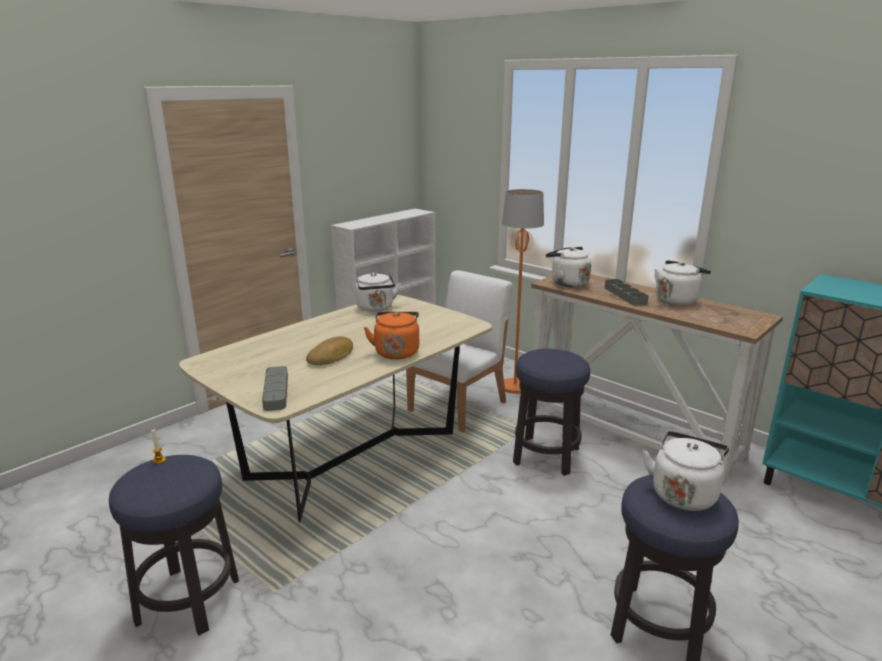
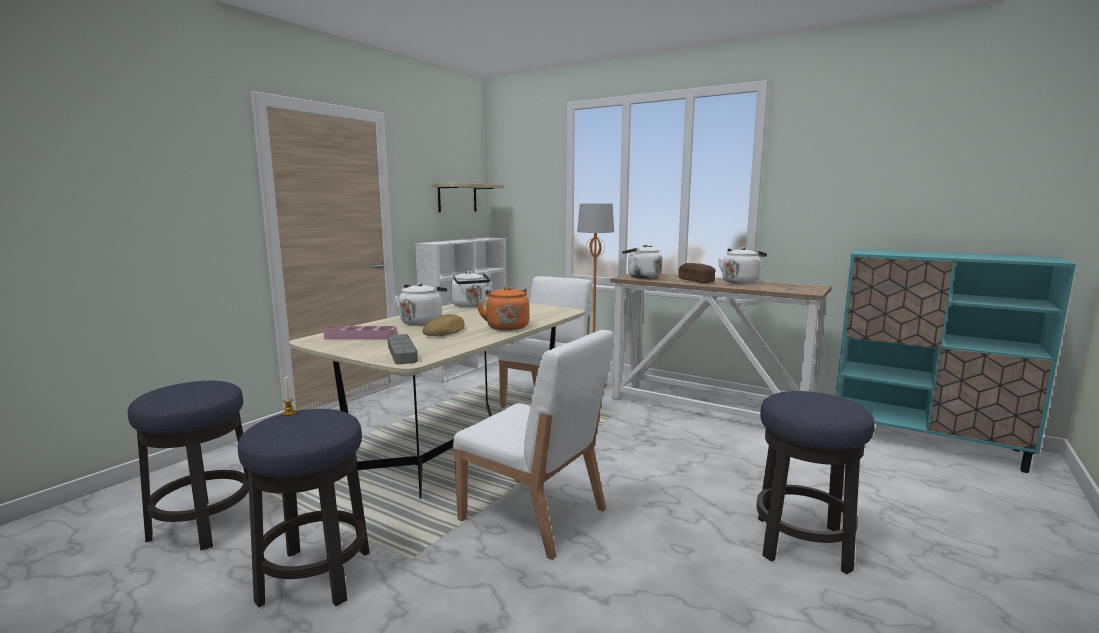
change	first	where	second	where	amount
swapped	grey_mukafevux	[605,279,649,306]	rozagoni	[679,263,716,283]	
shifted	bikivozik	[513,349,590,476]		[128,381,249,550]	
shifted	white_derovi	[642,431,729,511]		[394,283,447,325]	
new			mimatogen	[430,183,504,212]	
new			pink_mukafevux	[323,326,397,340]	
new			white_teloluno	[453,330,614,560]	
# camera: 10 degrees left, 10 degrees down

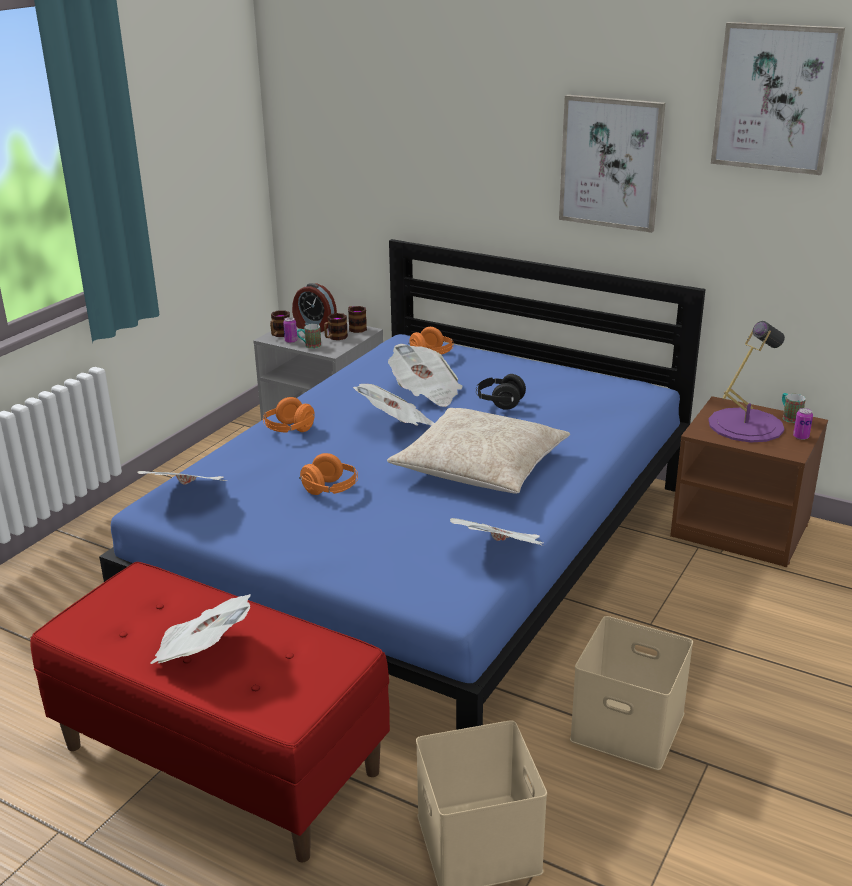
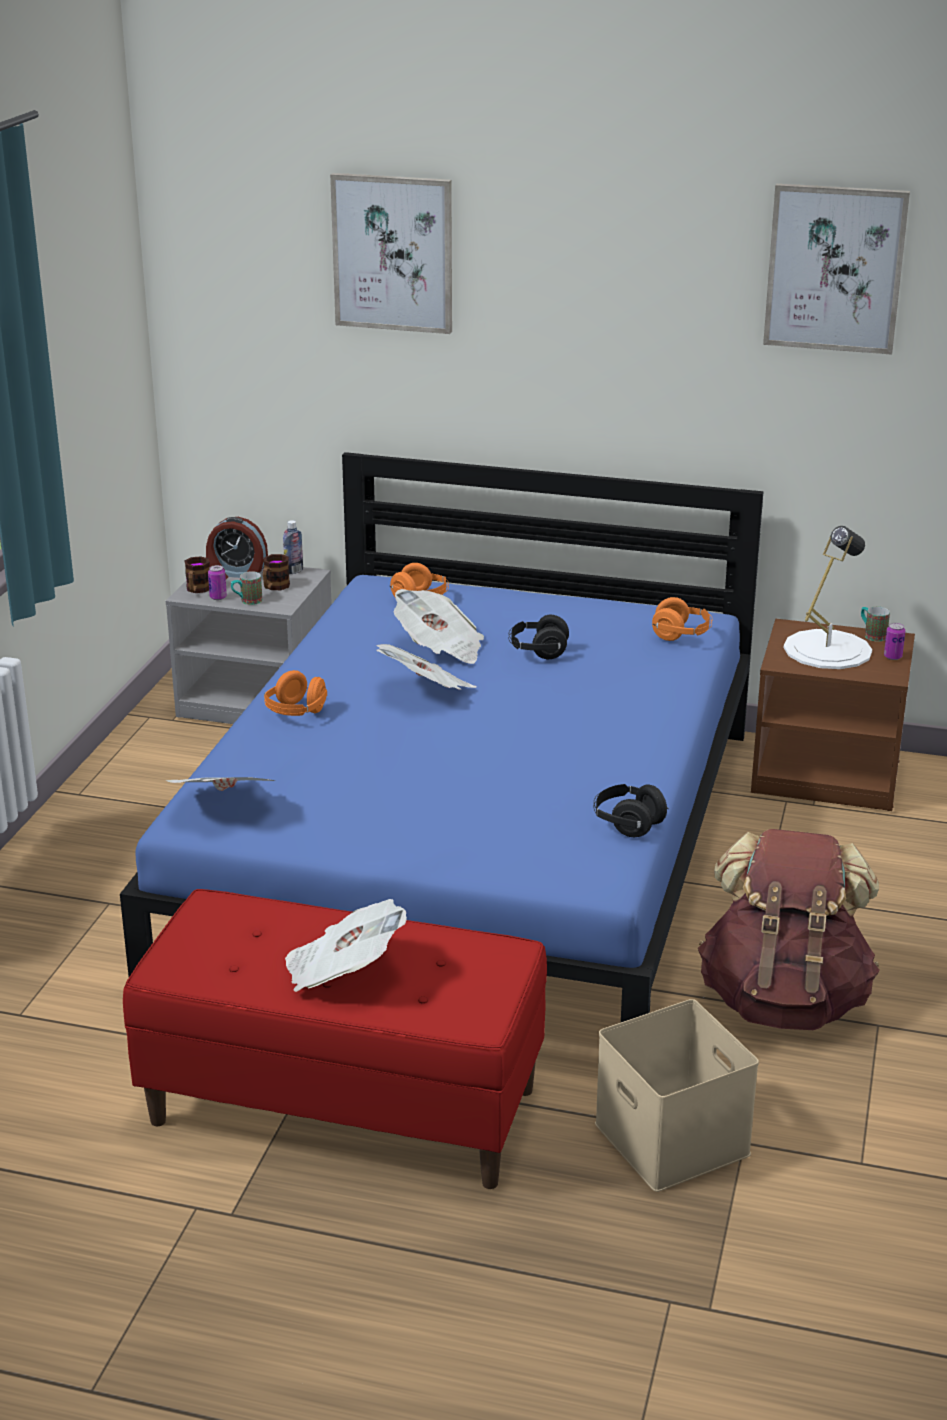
change	first	where	second	where	amount
shifted	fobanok	[559,95,665,233]		[330,173,452,334]	
swapped	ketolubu	[348,306,367,333]	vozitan	[283,520,303,574]	
repainted	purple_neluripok	[709,321,785,443]	white_neluripok	[784,526,872,669]	
gone	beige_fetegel	[387,408,570,494]			
shifted	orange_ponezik	[299,453,358,495]		[652,597,712,641]	
swapped	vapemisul	[450,518,544,546]	black_ponezik	[593,784,669,837]	
swapped	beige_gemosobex	[570,616,693,770]	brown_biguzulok	[698,829,880,1030]	
# camera: 15 degrees left, 0 degrees up

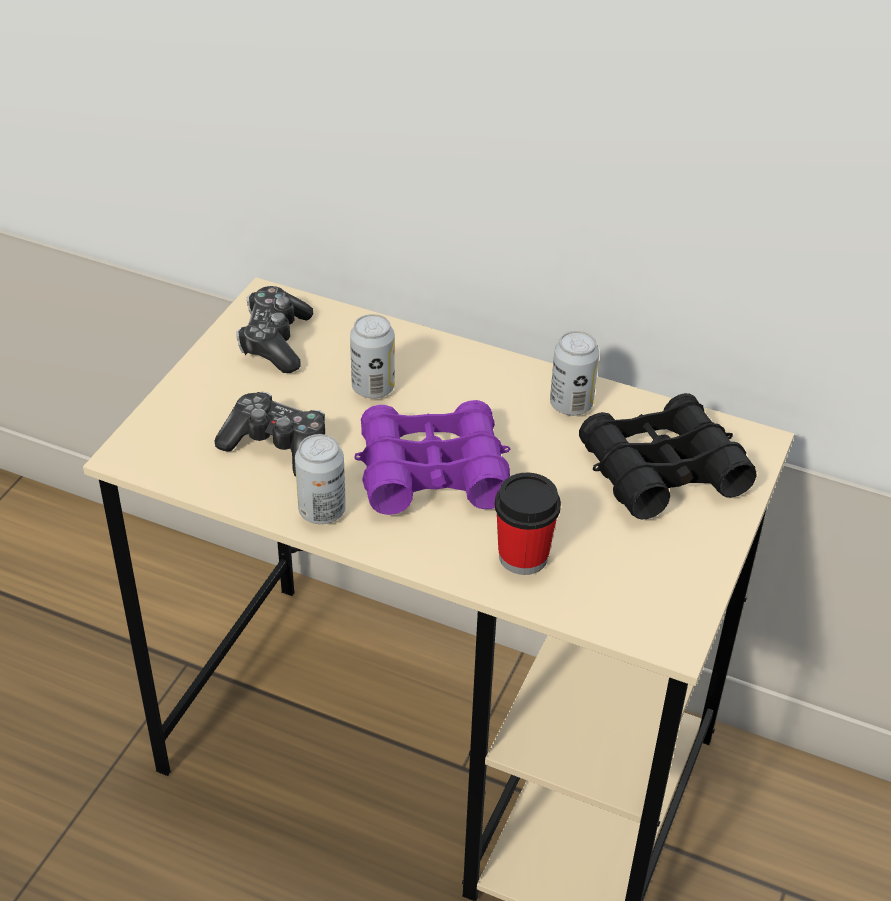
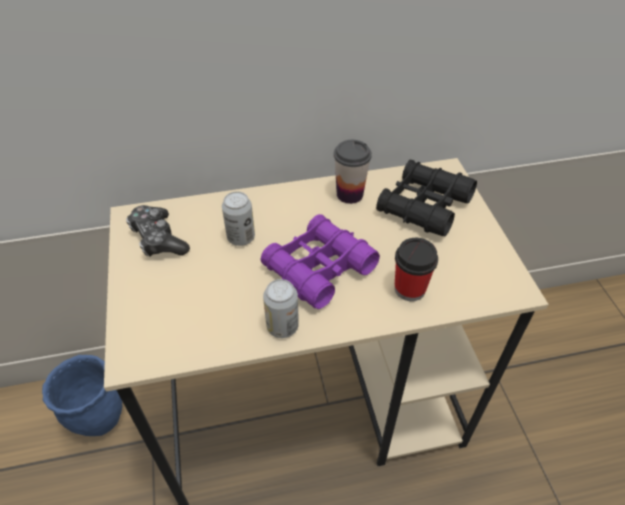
change	first	where	second	where	amount
swapped	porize	[550,331,599,416]	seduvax	[334,140,372,204]	
gone	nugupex	[214,391,325,476]			
new			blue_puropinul	[42,355,122,436]	
# camera: 35 degrees left, 5 degrees up

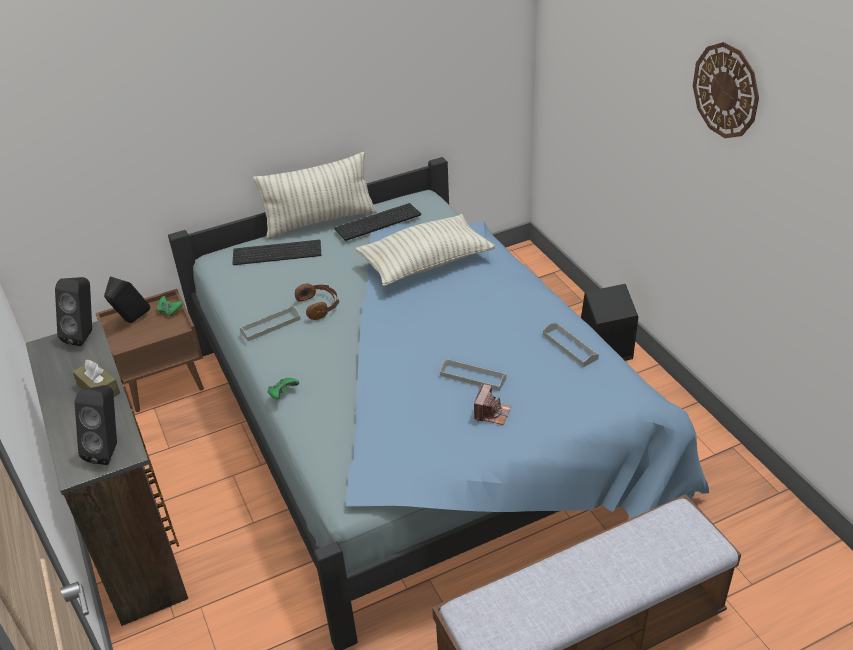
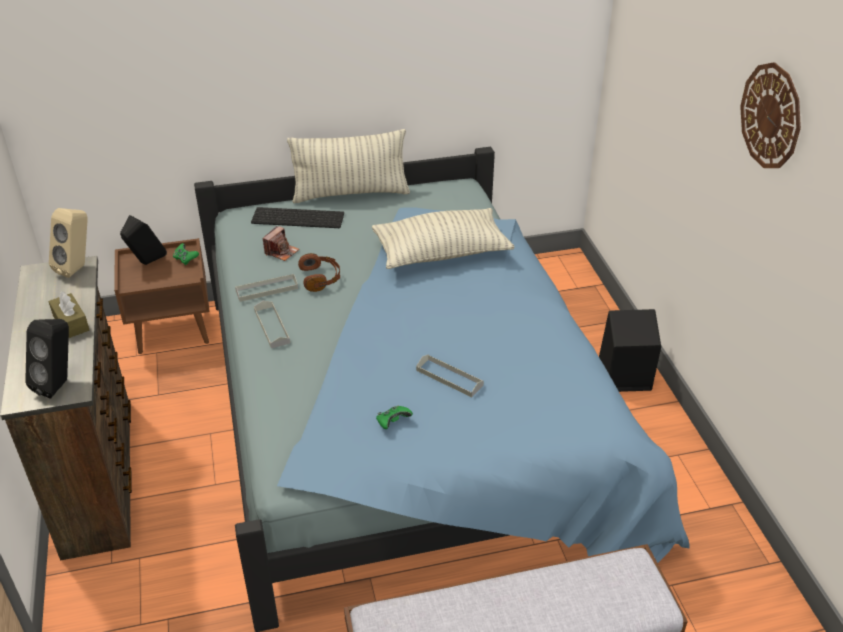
change	first	where	second	where	amount
gone	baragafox	[334,203,421,241]			
repainted	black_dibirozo	[55,277,92,346]	beige_dibirozo	[49,208,88,278]	
shifted	grey_mukafevux	[543,323,599,367]		[254,301,290,348]	
shifted	green_nugupex	[267,378,299,400]		[376,406,413,429]	
shifted	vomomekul	[474,384,511,425]		[262,226,300,261]	
# camera: 10 degrees right, 0 degrees up

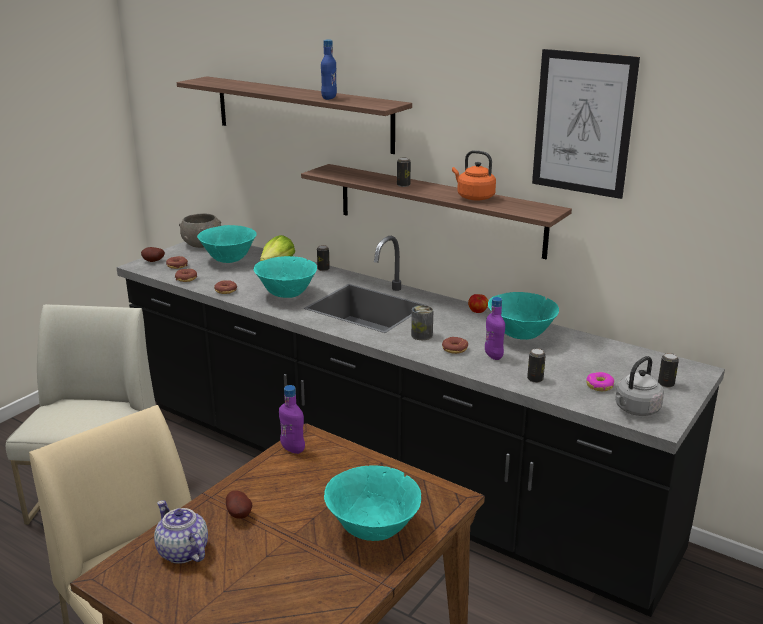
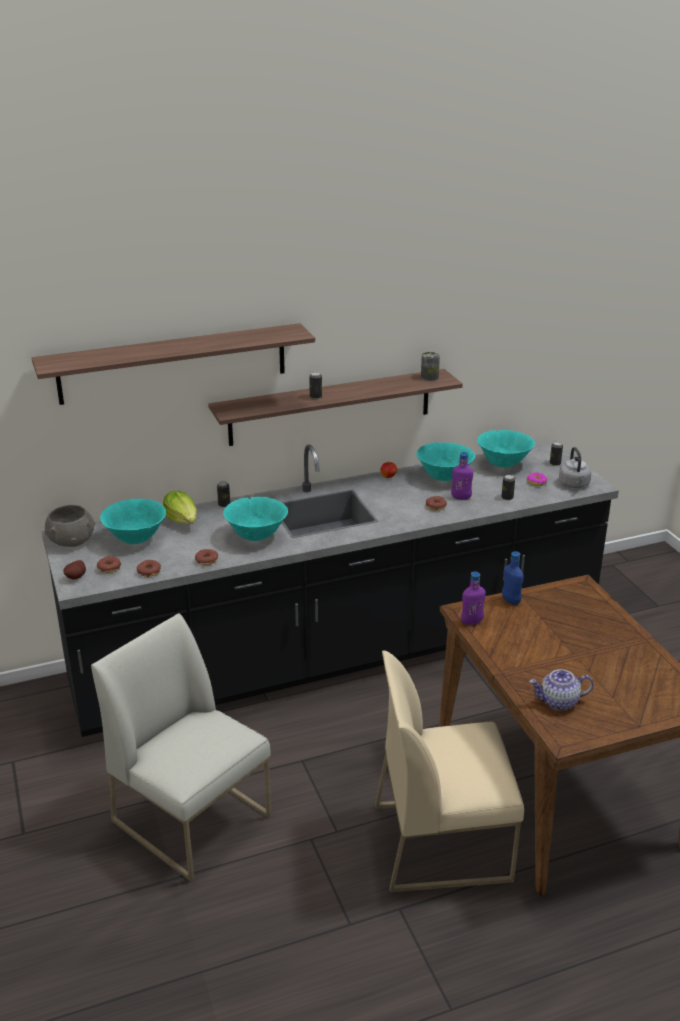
change	first	where	second	where	amount
shifted	blue_vozitan	[321,40,337,100]		[502,551,524,605]	
gone	fobanok	[532,49,640,199]			
gone	orange_derovi	[452,150,496,201]			
shifted	porize	[411,305,434,340]		[421,352,440,381]	
shifted	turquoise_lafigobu	[324,465,421,541]		[477,430,535,468]	
gone	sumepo	[226,490,252,519]			
# camera: 55 degrees left, 5 degrees up

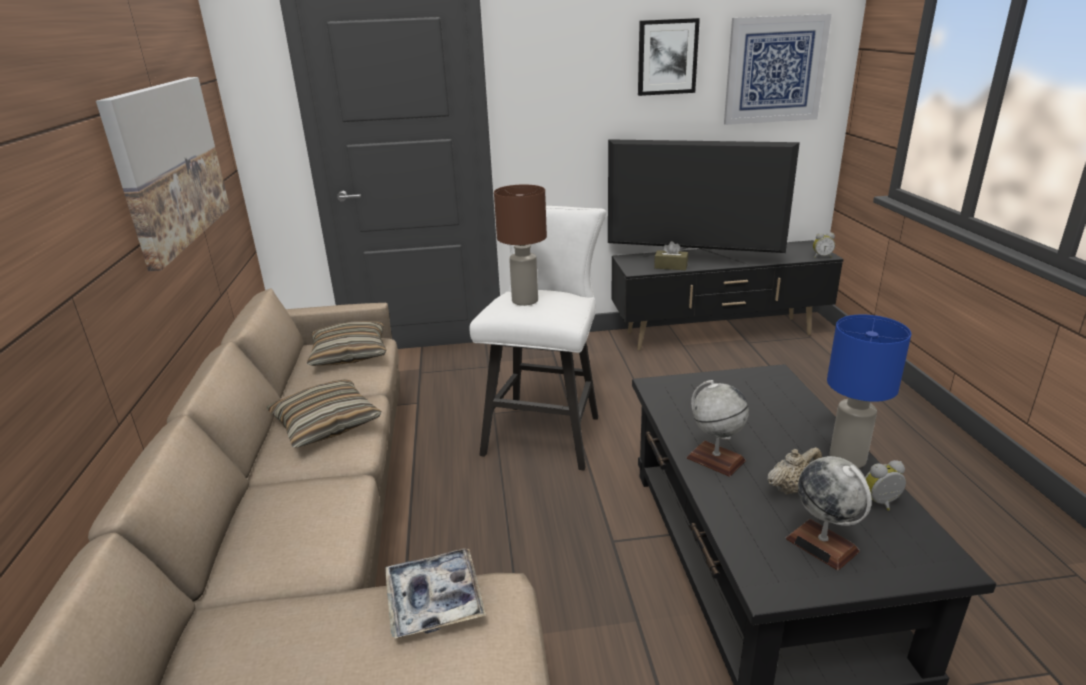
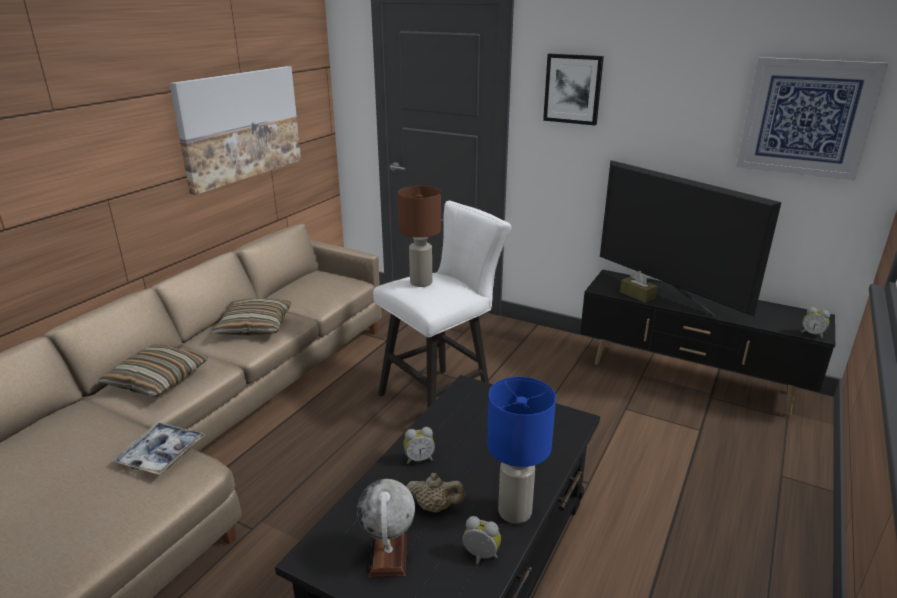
change	first	where	second	where	amount
shifted	fobanok	[638,18,700,96]		[543,54,604,126]	
shifted	fetegel	[307,321,387,366]		[99,344,208,397]	
swapped	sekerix	[686,380,749,477]	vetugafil	[403,427,435,464]	
# camera: 35 degrees right, 0 degrees up

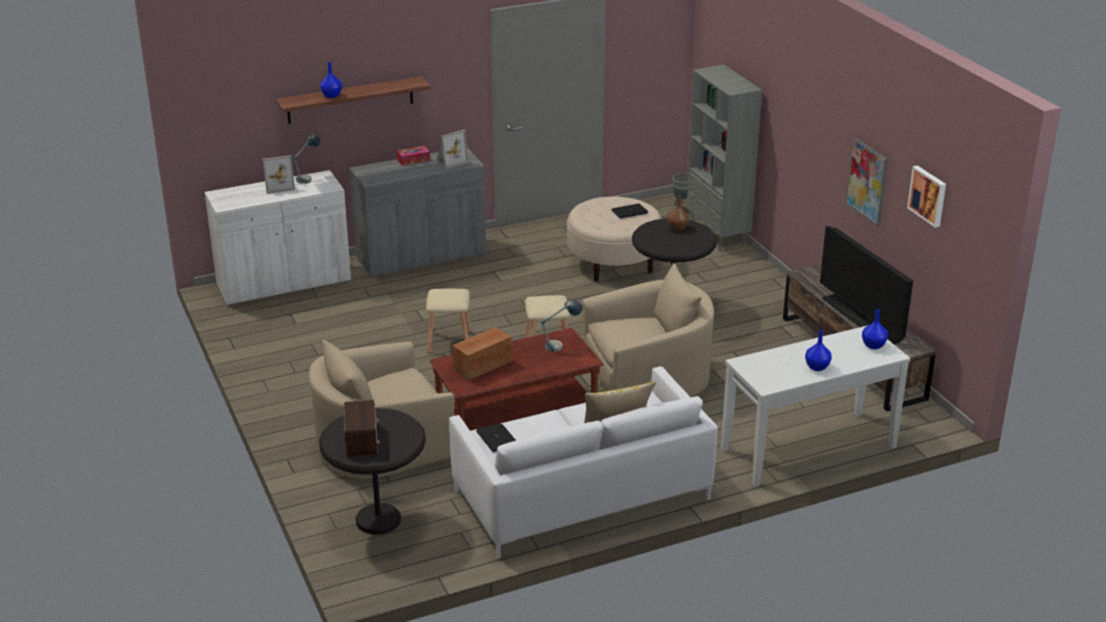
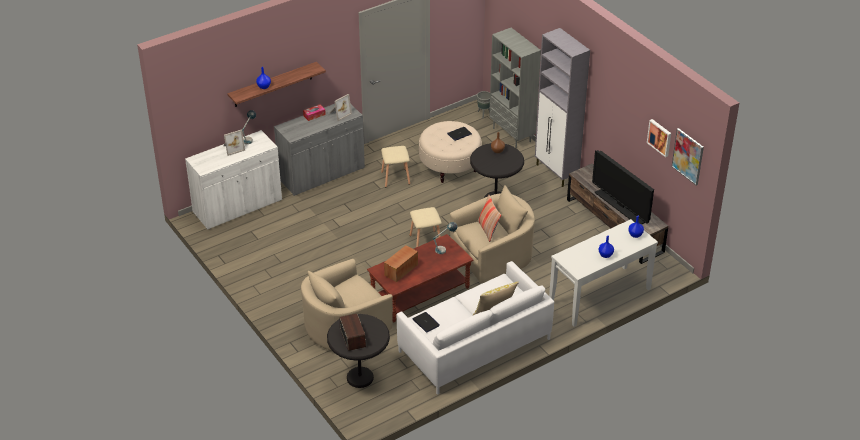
change	first	where	second	where	amount
shifted	fobanok	[846,138,888,226]		[672,128,704,186]	
shifted	beige_bikivozik	[426,289,471,353]		[381,146,410,187]	
new			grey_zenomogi	[535,28,590,187]	
new			fetegel	[478,195,501,242]	
# camera: 10 degrees left, 10 degrees up

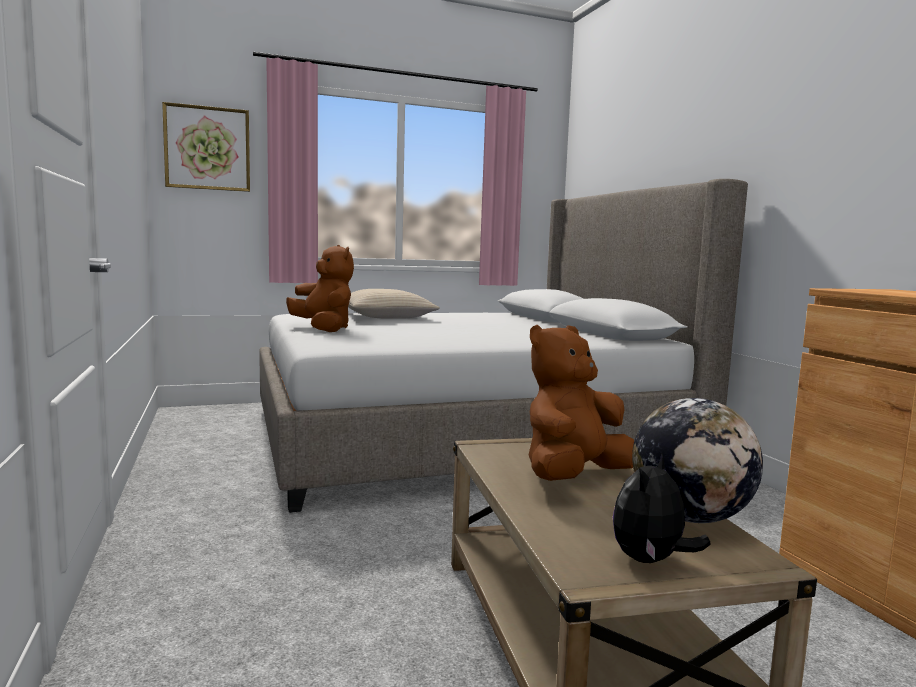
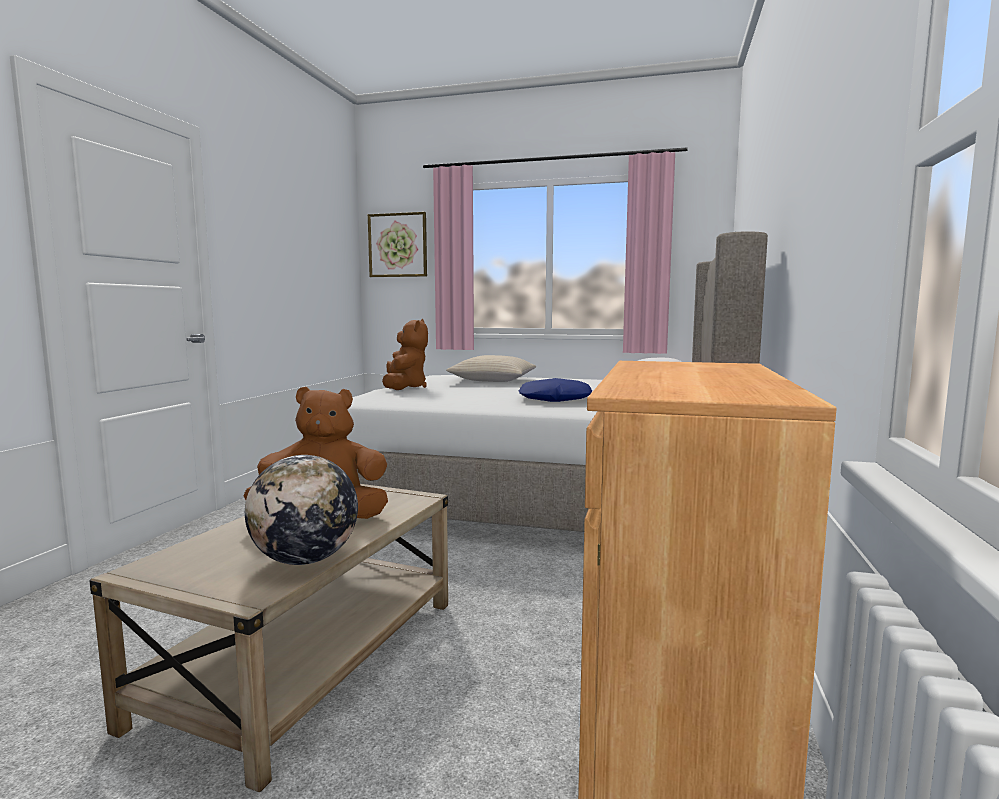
change	first	where	second	where	amount
gone	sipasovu	[613,453,711,563]			
new			blue_fetegel	[519,378,592,402]	
# camera: 35 degrees right, 0 degrees up

